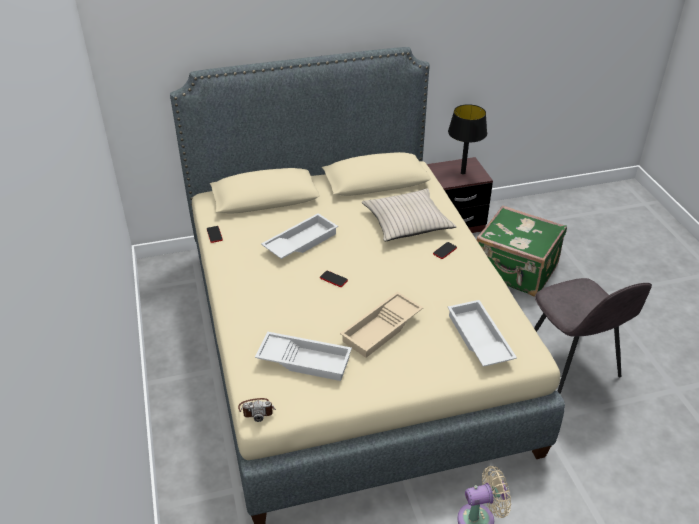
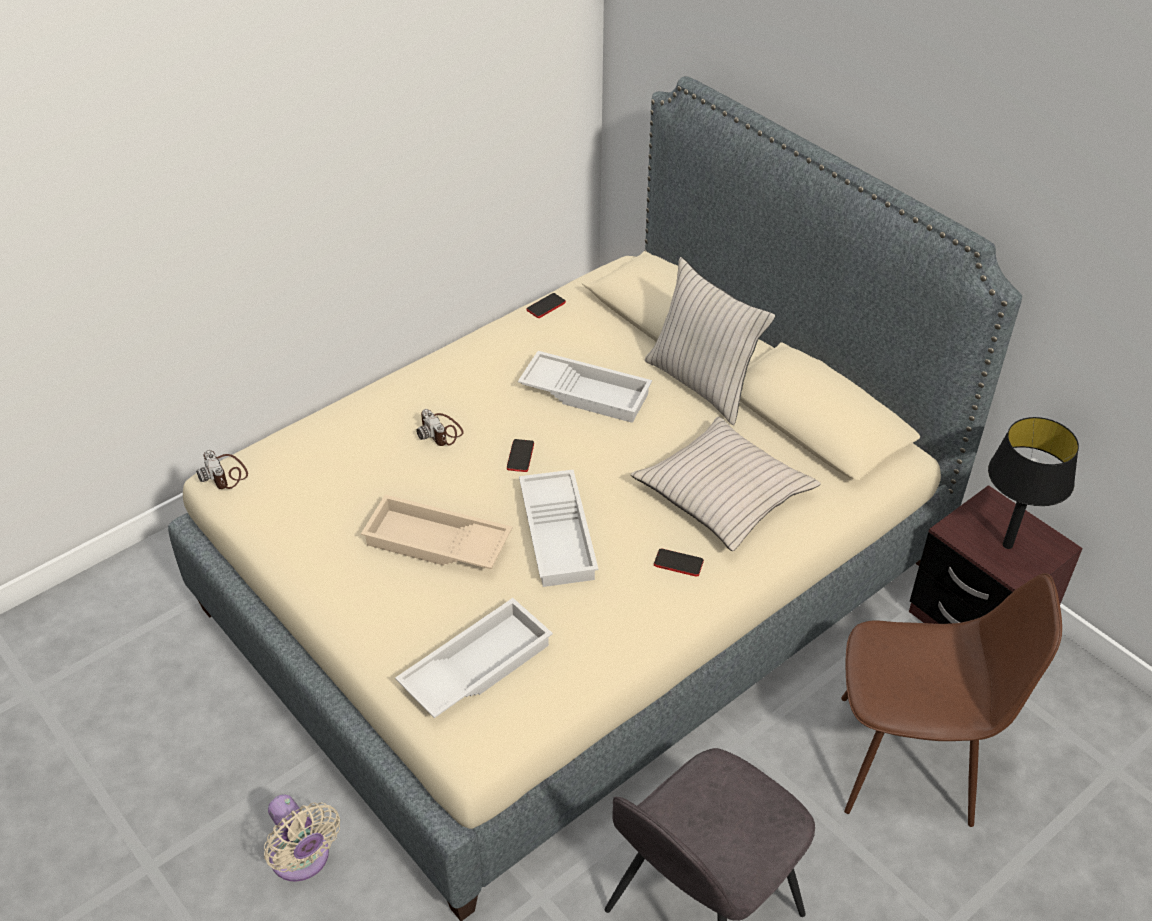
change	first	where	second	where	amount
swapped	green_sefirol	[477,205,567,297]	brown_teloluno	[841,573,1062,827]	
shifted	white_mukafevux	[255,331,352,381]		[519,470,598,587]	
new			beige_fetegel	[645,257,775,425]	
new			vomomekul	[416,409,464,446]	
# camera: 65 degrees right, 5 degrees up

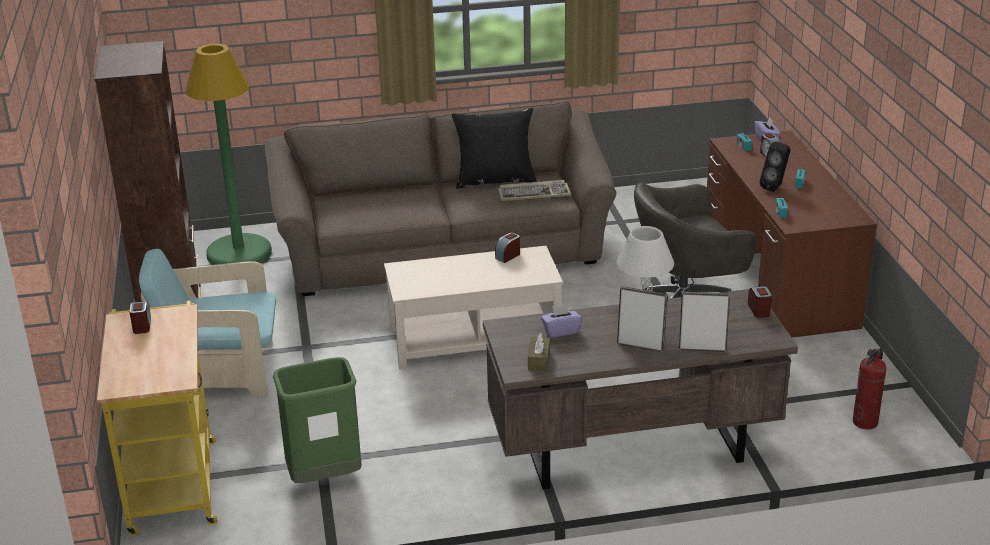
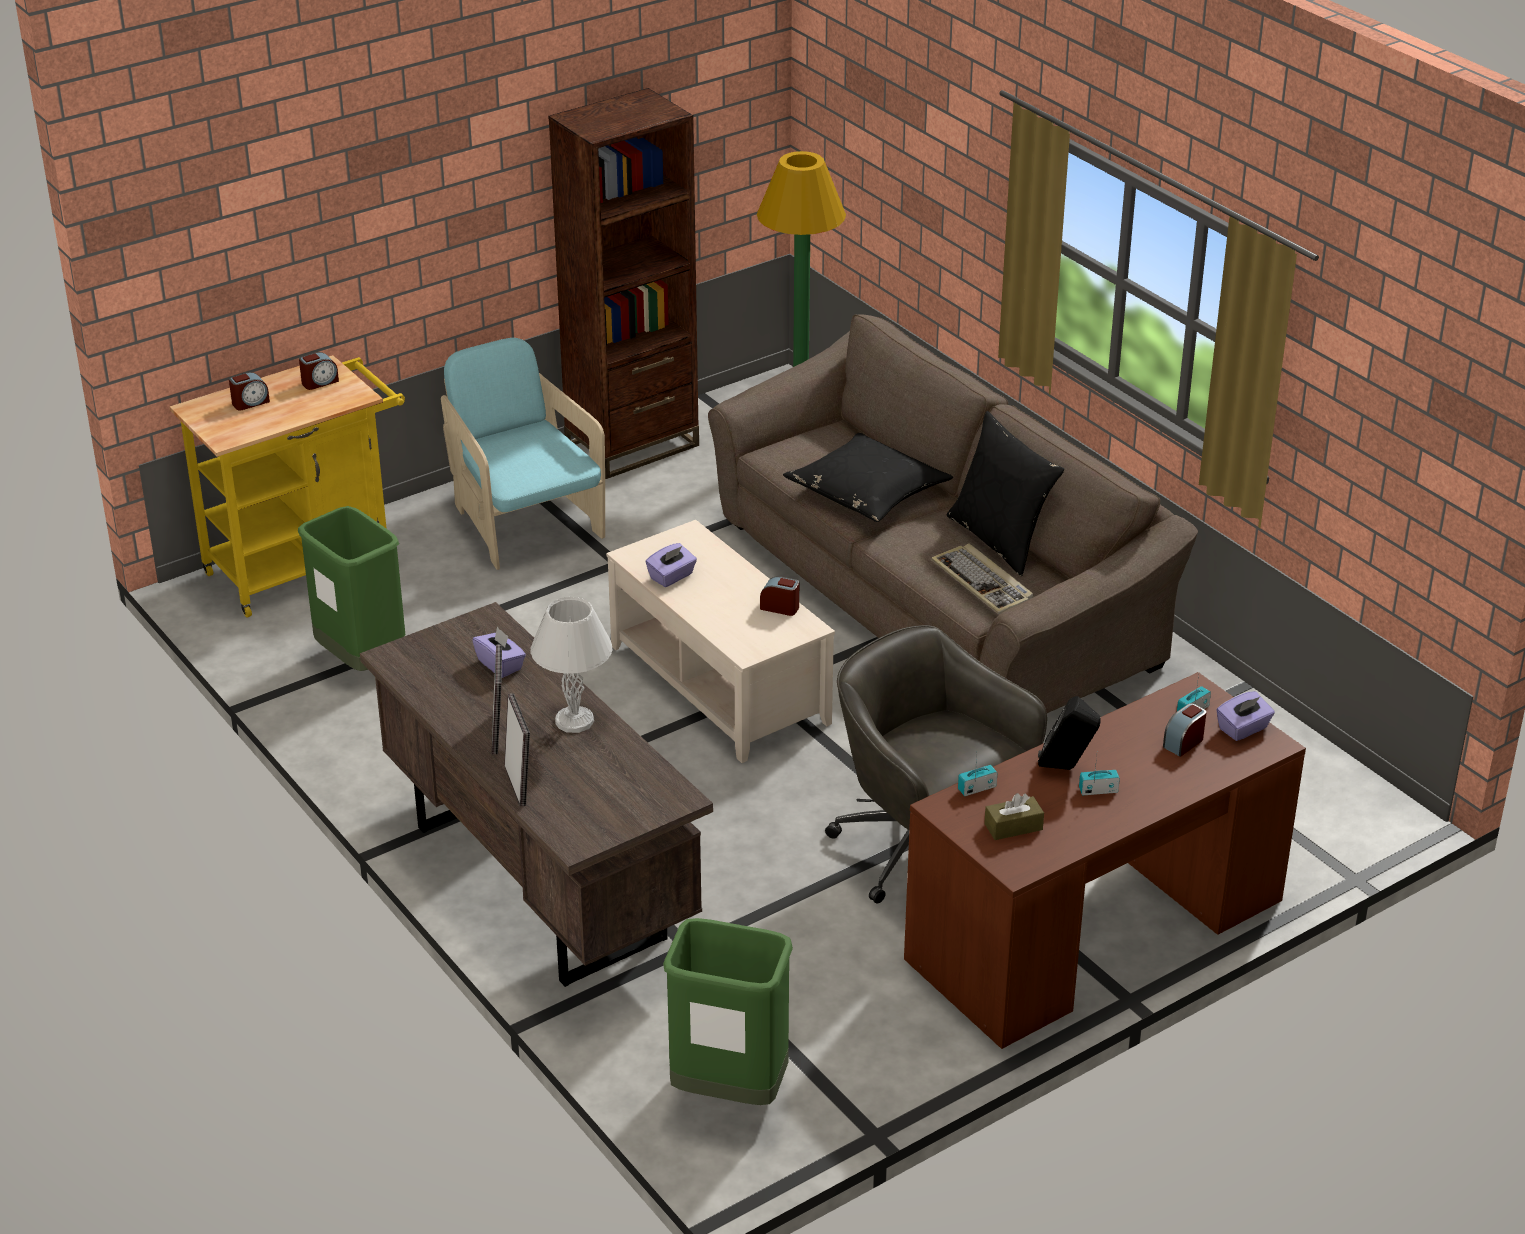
change	first	where	second	where	amount
shifted	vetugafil	[748,286,772,318]		[229,372,270,410]	
shifted	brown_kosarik	[528,333,550,371]		[984,793,1044,840]	
swapped	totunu	[853,348,886,430]	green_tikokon	[663,918,793,1105]	
new			black_fetegel	[783,433,953,522]	
new			purple_kosarik	[646,543,697,587]	
# camera: 65 degrees right, 5 degrees up

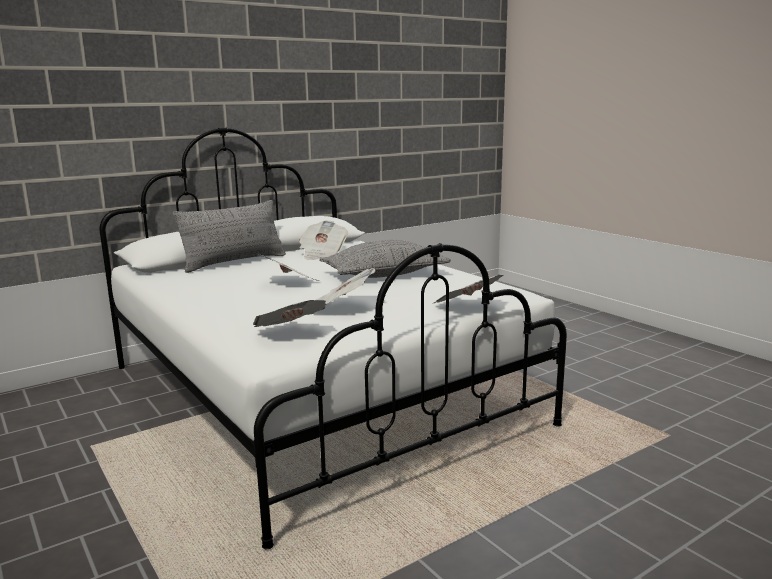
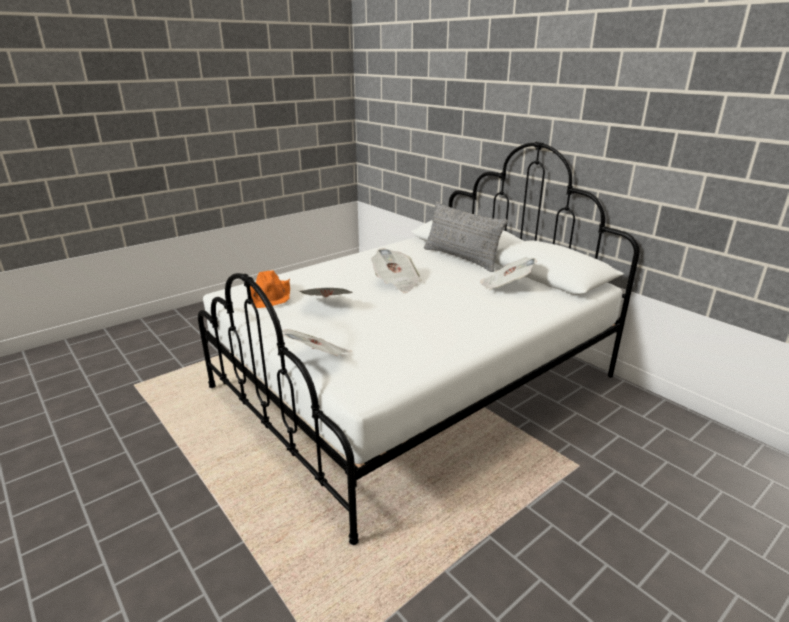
change	first	where	second	where	amount
gone	grey_fetegel	[319,240,451,278]			
swapped	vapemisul	[253,300,326,327]	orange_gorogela	[250,271,290,308]	
# camera: 85 degrees right, 10 degrees up

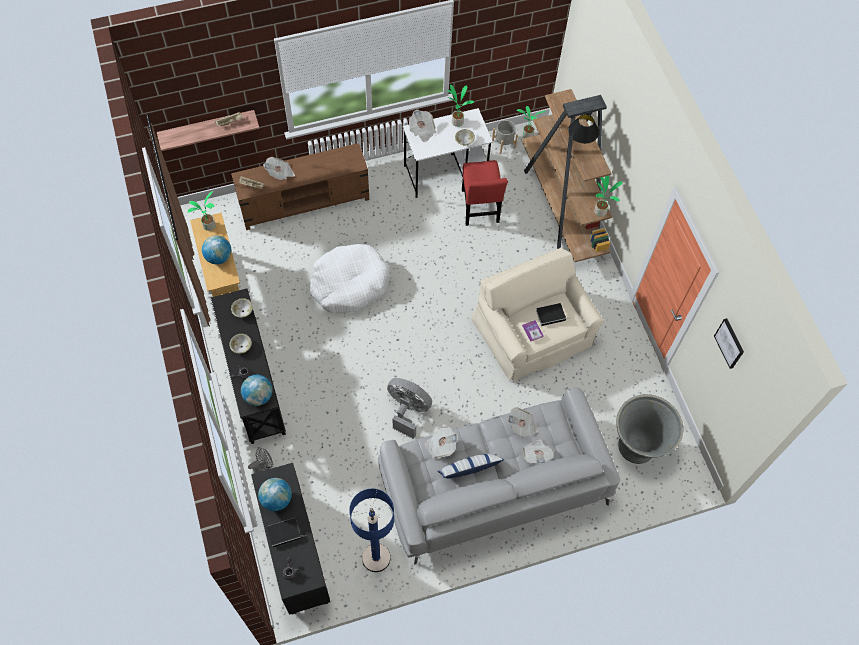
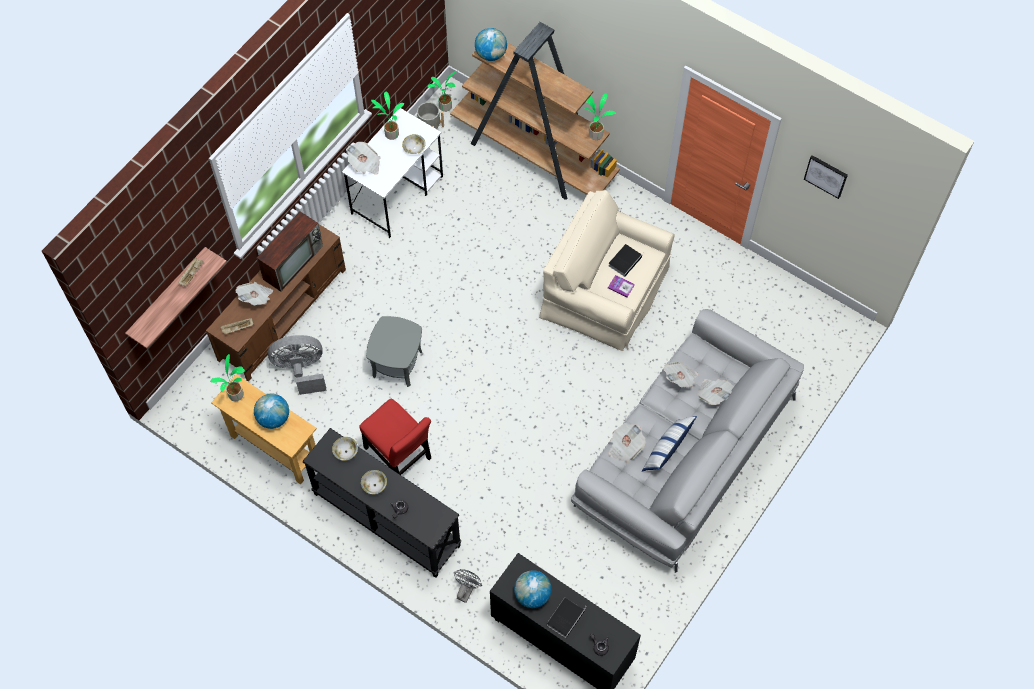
change	first	where	second	where	amount
gone	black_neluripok	[568,114,599,149]			
shifted	red_teloluno	[462,160,508,226]		[359,399,431,475]	
swapped	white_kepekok	[310,244,390,313]	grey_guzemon	[366,316,422,387]	
shifted	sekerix	[241,375,272,406]		[475,28,507,61]	
shifted	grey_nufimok	[387,378,432,439]		[268,335,327,395]	
gone	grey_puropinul	[616,394,683,464]			
gone	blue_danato	[349,489,394,572]			
new			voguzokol	[257,212,323,292]	
# camera: 35 degrees left, 0 degrees up

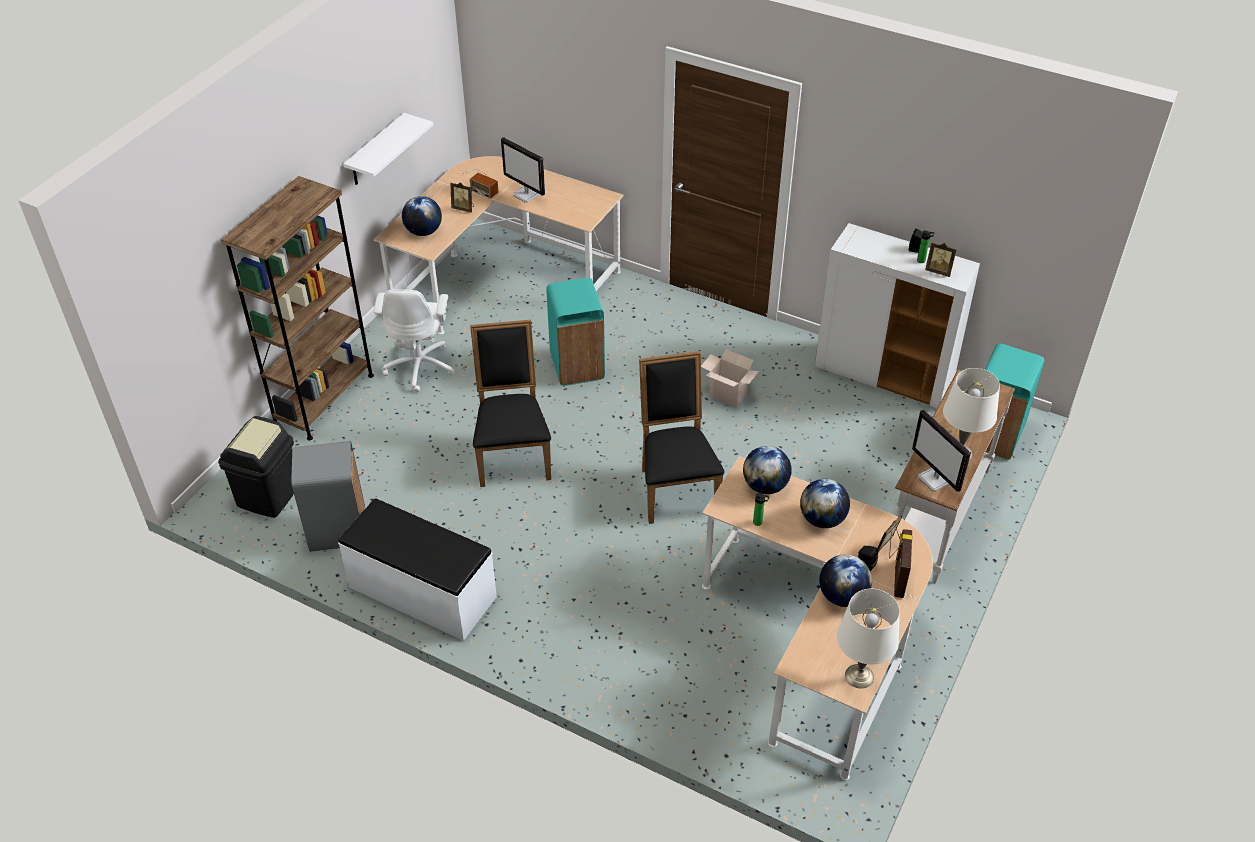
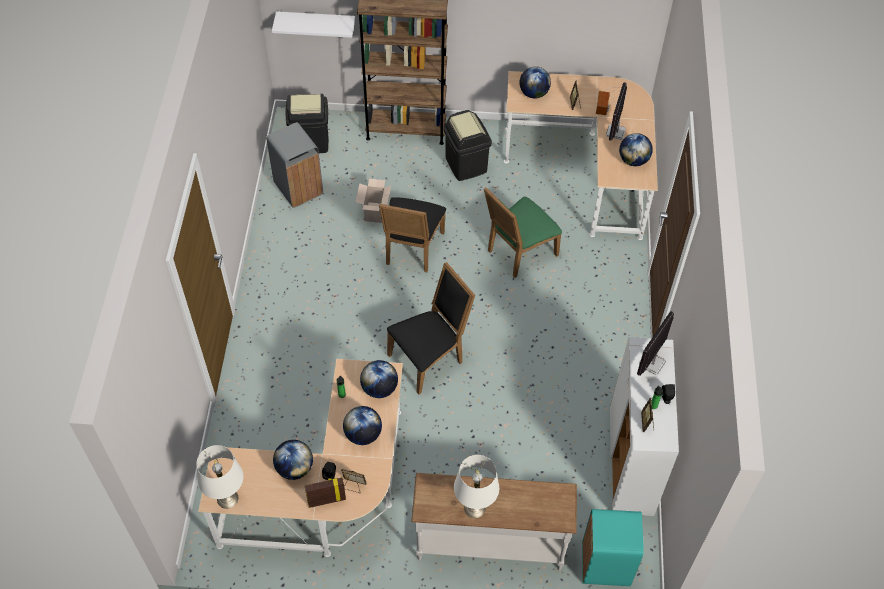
change	first	where	second	where	amount
shifted	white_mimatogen	[343,113,433,185]		[272,11,355,38]	
swapped	turquoise_tikokon	[547,278,605,386]	green_teloluno	[484,187,562,278]	
swapped	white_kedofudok	[374,289,455,392]	black_tikokon	[443,110,492,181]	
rotated	black_teloluno	[470,320,551,487]		[379,197,446,272]	135 degrees clockwise
shifted	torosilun	[701,349,759,408]		[355,179,391,223]	
shifted	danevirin	[912,410,971,492]		[637,311,674,376]	
gone	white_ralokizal	[338,498,497,641]			
new			sekerix	[619,133,653,166]	
# camera: 65 degrees right, 10 degrees up

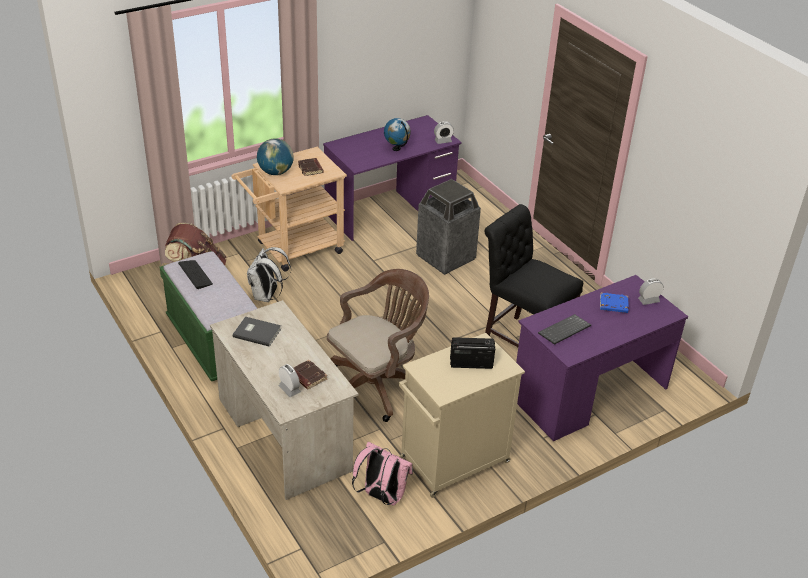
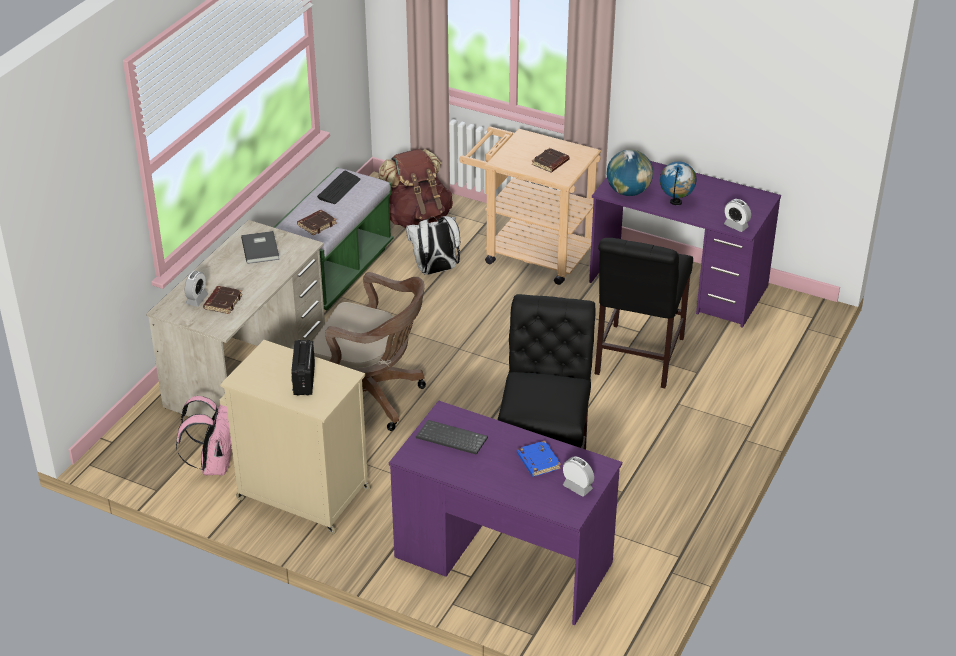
change	first	where	second	where	amount
shifted	sekerix	[257,138,293,175]		[607,149,653,196]	
swapped	tikokon	[416,179,481,275]	black_teloluno	[595,238,693,388]	
rotated	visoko	[450,337,495,369]		[291,340,315,396]	150 degrees counterclockwise
new			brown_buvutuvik	[297,210,337,235]	
# camera: 60 degrees right, 0 degrees up

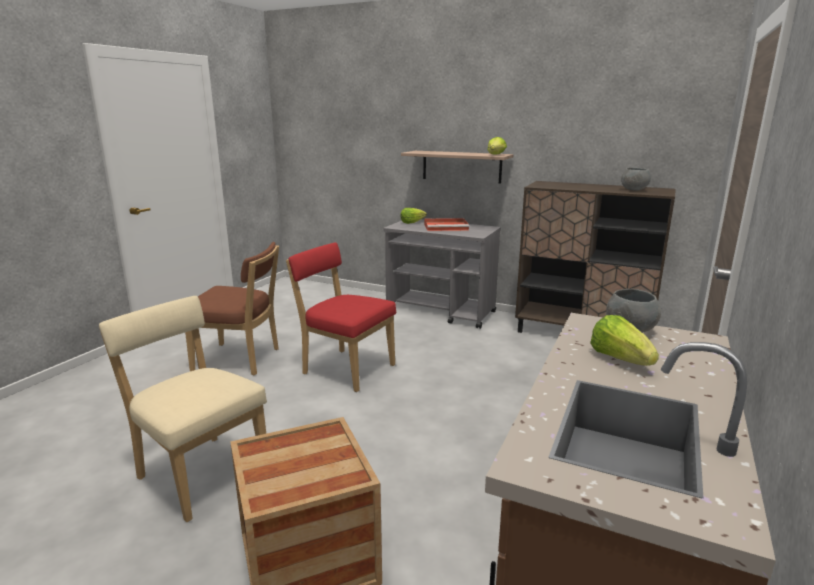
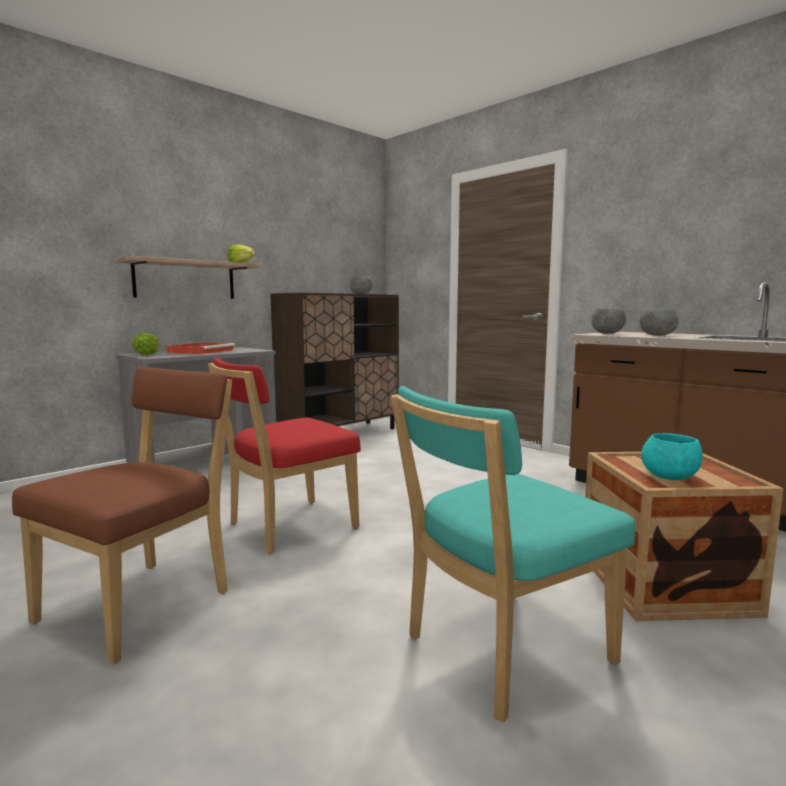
change	first	where	second	where	amount
repainted	beige_teloluno	[99,296,267,522]	turquoise_teloluno	[390,386,635,723]	
swapped	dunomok	[590,315,659,366]	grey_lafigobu	[640,308,679,336]	
new			turquoise_lafigobu	[641,433,703,480]	
# camera: 70 degrees left, 10 degrees down

